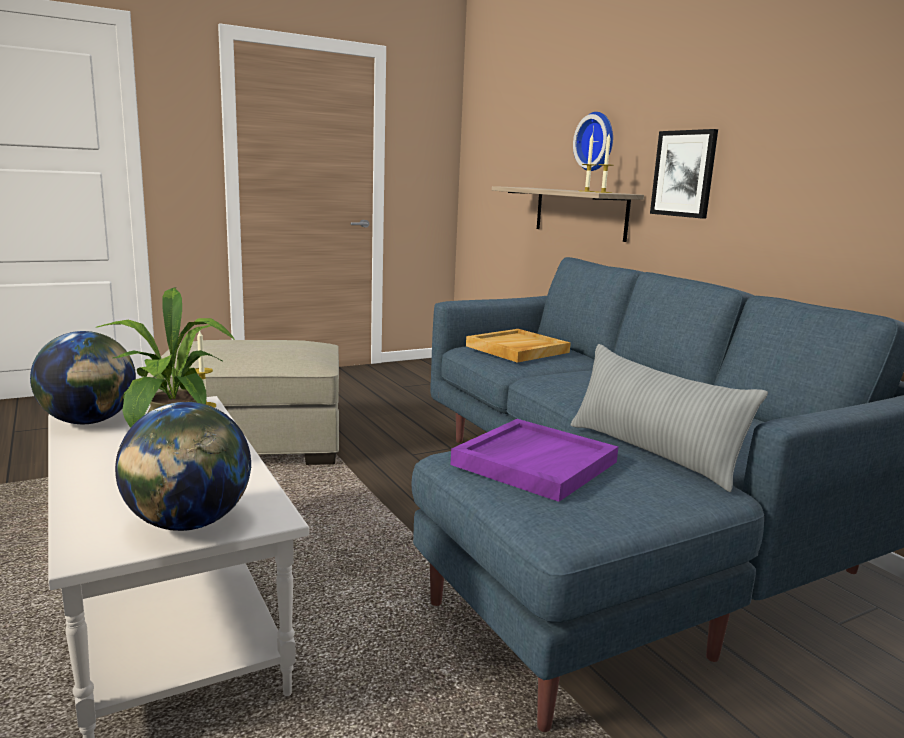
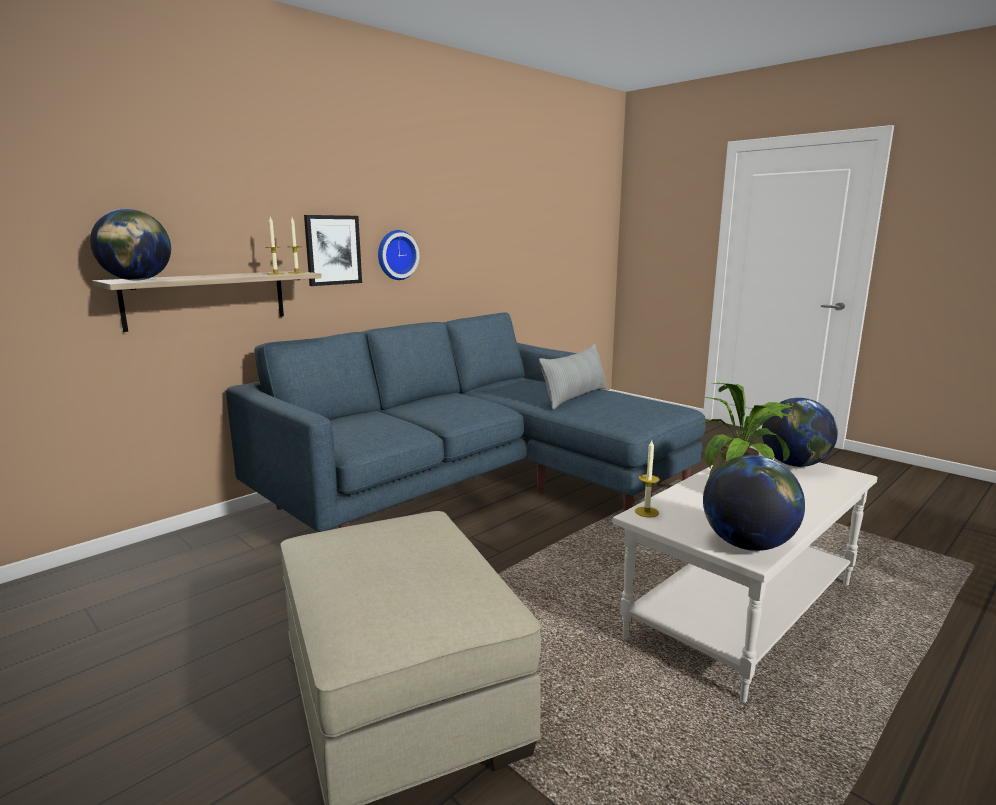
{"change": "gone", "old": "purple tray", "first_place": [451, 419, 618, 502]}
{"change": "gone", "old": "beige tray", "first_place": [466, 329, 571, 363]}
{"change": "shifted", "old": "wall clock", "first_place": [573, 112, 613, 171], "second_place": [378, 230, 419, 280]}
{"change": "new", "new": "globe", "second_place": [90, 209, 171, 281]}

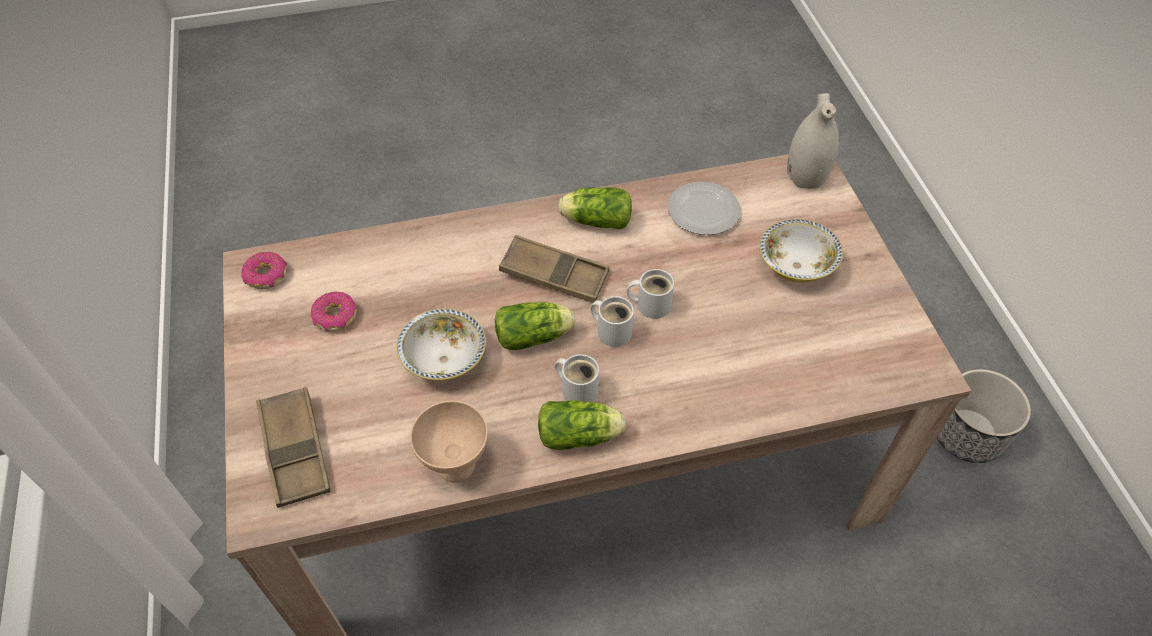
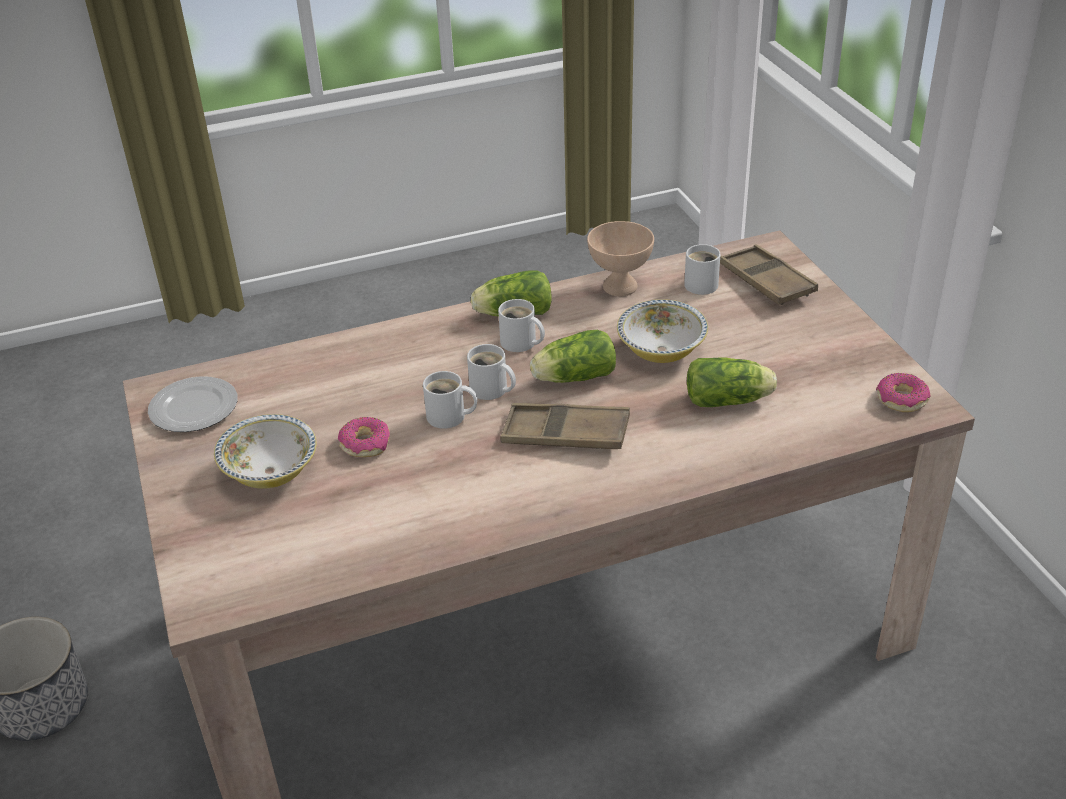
{"change": "shifted", "old": "donut", "first_place": [311, 292, 357, 331], "second_place": [338, 417, 390, 457]}
{"change": "shifted", "old": "lettuce", "first_place": [558, 187, 632, 229], "second_place": [687, 358, 777, 407]}
{"change": "shifted", "old": "plate", "first_place": [668, 182, 741, 235], "second_place": [148, 376, 238, 432]}
{"change": "gone", "old": "white vase", "first_place": [787, 93, 839, 189]}
{"change": "new", "new": "white mug", "second_place": [684, 244, 721, 295]}

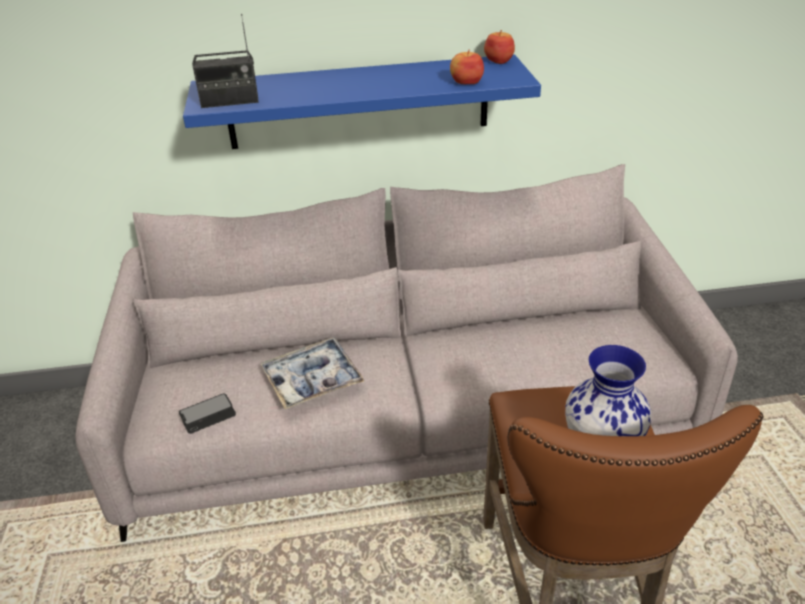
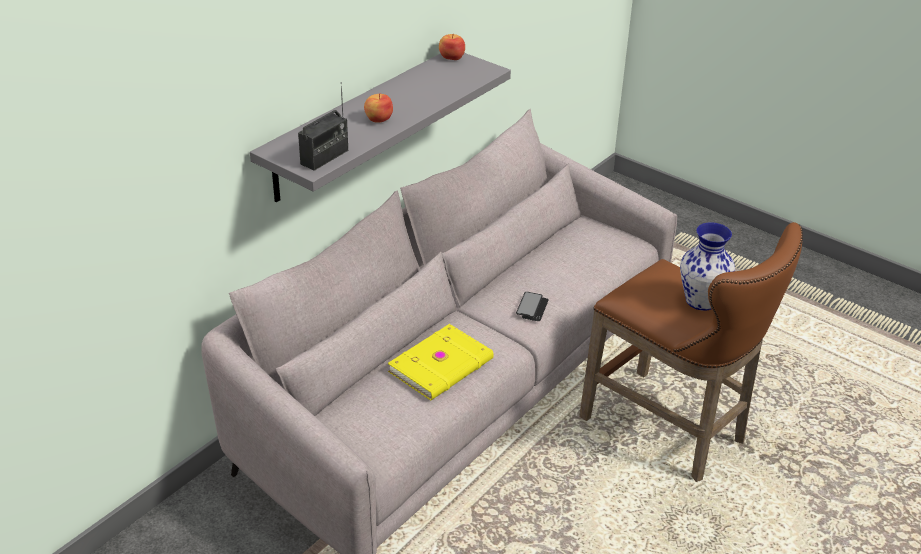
{"change": "shifted", "old": "phone", "first_place": [179, 393, 236, 434], "second_place": [516, 292, 549, 321]}
{"change": "repainted", "old": "blue shelf", "new": "grey shelf", "first_place": [183, 55, 541, 149], "second_place": [250, 53, 511, 202]}
{"change": "swapped", "old": "tray", "new": "yellow book", "first_place": [261, 337, 364, 409], "second_place": [388, 324, 494, 400]}
{"change": "shifted", "old": "apple", "first_place": [450, 49, 484, 84], "second_place": [364, 93, 393, 123]}

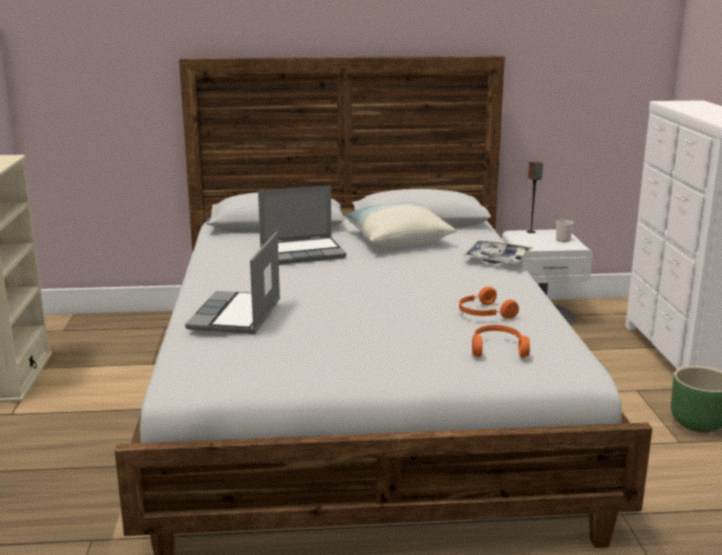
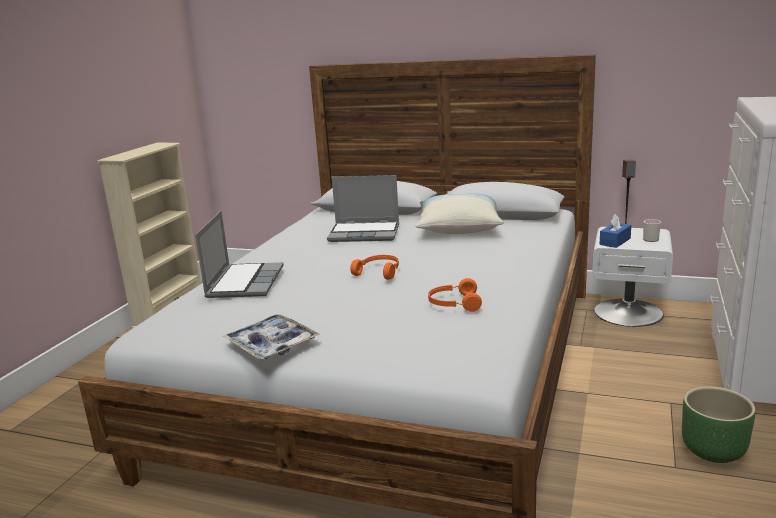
{"change": "rotated", "old": "laptop", "first_place": [185, 232, 280, 334], "second_place": [195, 211, 284, 298], "degrees": 150}
{"change": "shifted", "old": "tray", "first_place": [463, 241, 532, 264], "second_place": [223, 314, 320, 359]}
{"change": "shifted", "old": "orange headphones", "first_place": [472, 325, 530, 358], "second_place": [350, 255, 399, 280]}
{"change": "new", "new": "blue tissue box", "second_place": [599, 214, 631, 248]}

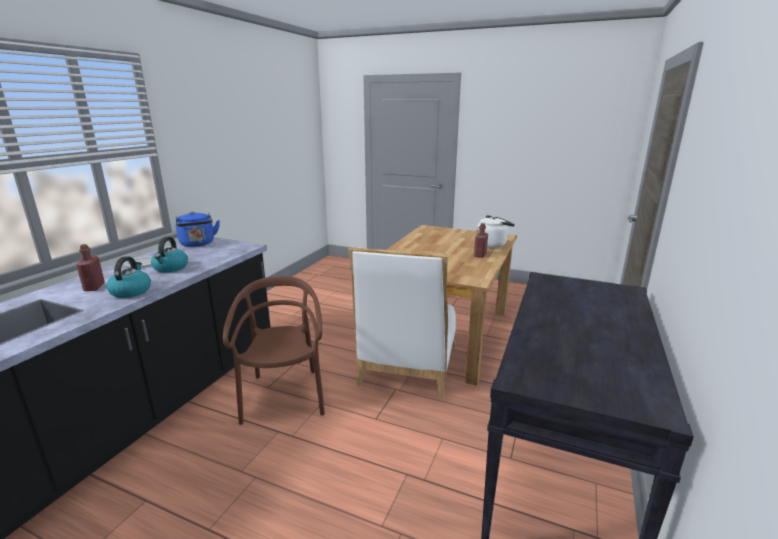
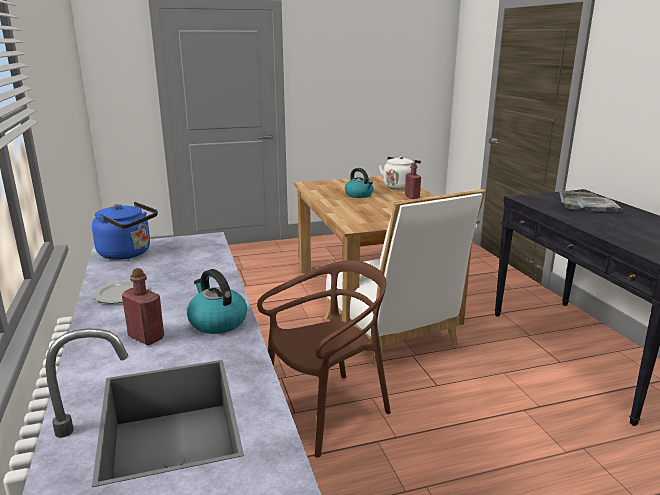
{"change": "shifted", "old": "kettle", "first_place": [151, 237, 188, 273], "second_place": [345, 168, 373, 198]}
{"change": "rotated", "old": "brown chair", "first_place": [223, 276, 325, 425], "second_place": [257, 260, 391, 458], "degrees": 105}
{"change": "new", "new": "grey tray", "second_place": [559, 190, 623, 212]}

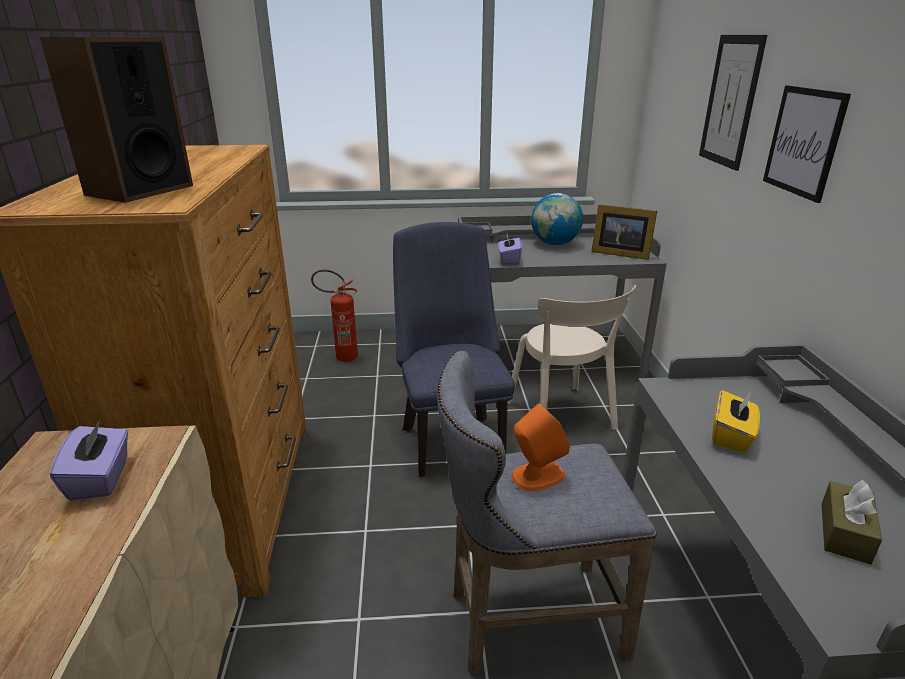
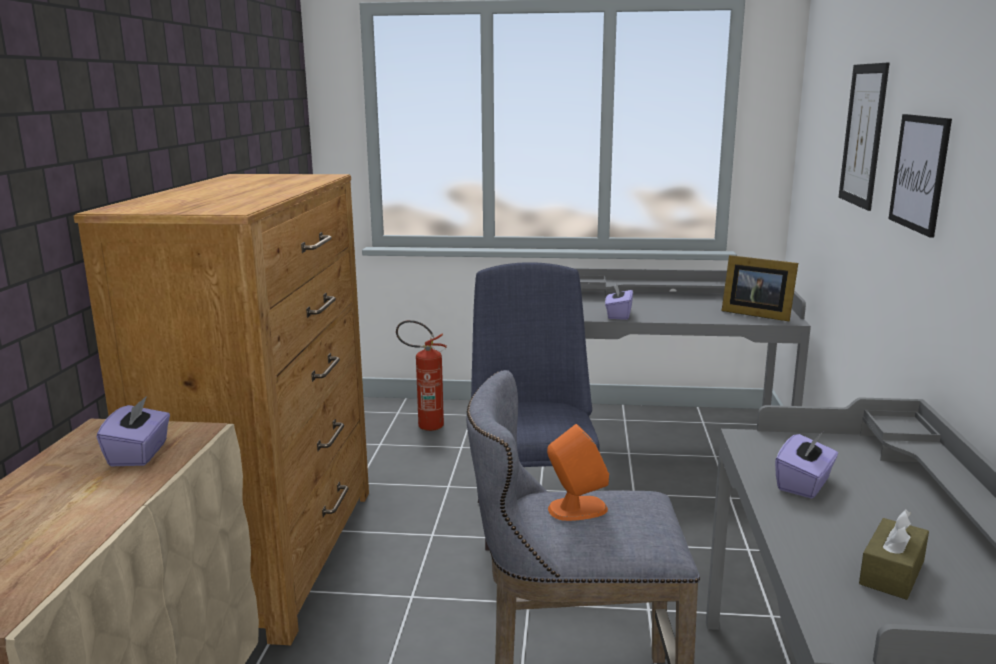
{"change": "gone", "old": "speaker", "first_place": [40, 37, 193, 203]}
{"change": "gone", "old": "beige chair", "first_place": [508, 285, 636, 430]}
{"change": "gone", "old": "globe", "first_place": [531, 193, 583, 245]}
{"change": "repainted", "old": "yellow tissue box", "new": "purple tissue box", "first_place": [713, 390, 760, 452], "second_place": [775, 432, 838, 499]}

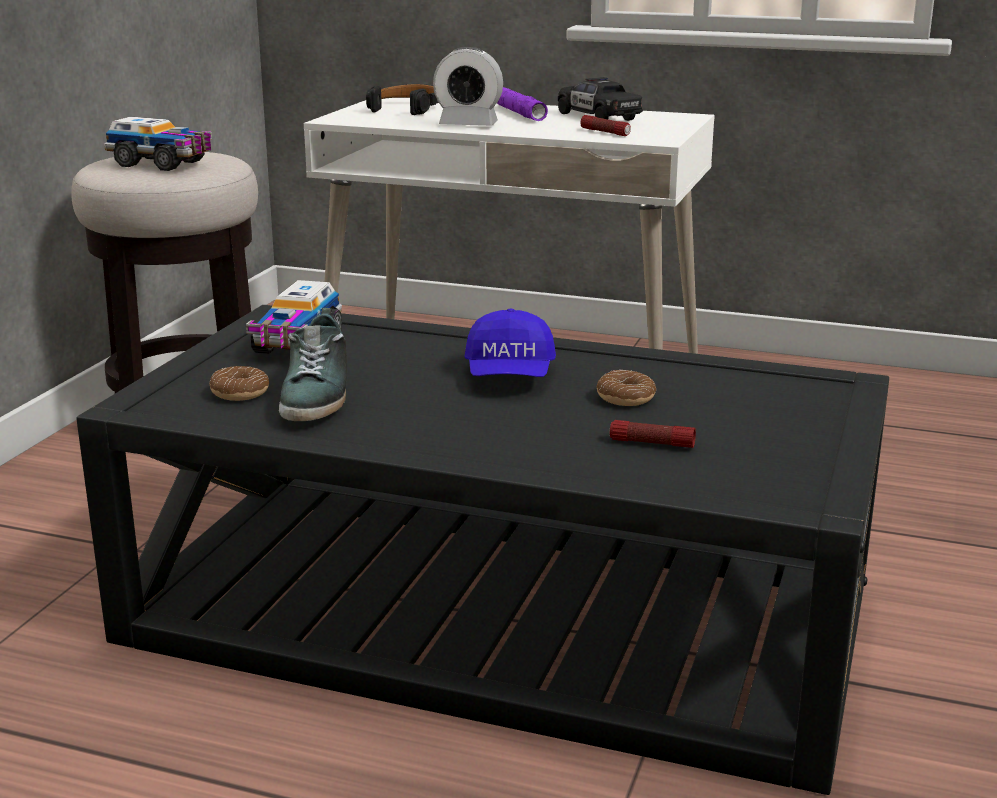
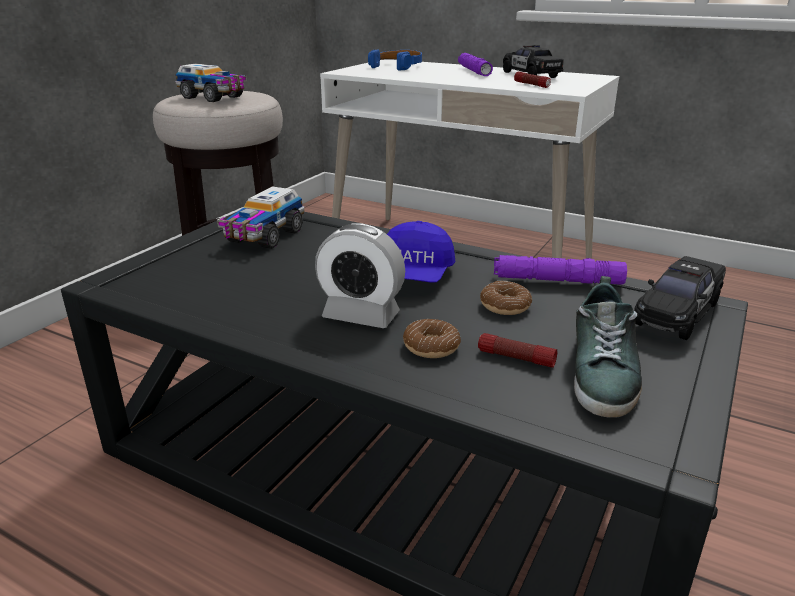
{"change": "shifted", "old": "donut", "first_place": [209, 366, 269, 401], "second_place": [403, 319, 461, 358]}
{"change": "shifted", "old": "shoe", "first_place": [279, 308, 347, 421], "second_place": [574, 276, 642, 418]}
{"change": "repainted", "old": "black headphones", "new": "blue headphones", "first_place": [366, 84, 439, 115], "second_place": [368, 49, 422, 71]}
{"change": "shifted", "old": "alarm clock", "first_place": [433, 47, 503, 126], "second_place": [315, 224, 405, 328]}
{"change": "new", "new": "purple flashlight", "second_place": [494, 255, 627, 284]}
{"change": "new", "new": "black toy car", "second_place": [634, 256, 726, 340]}

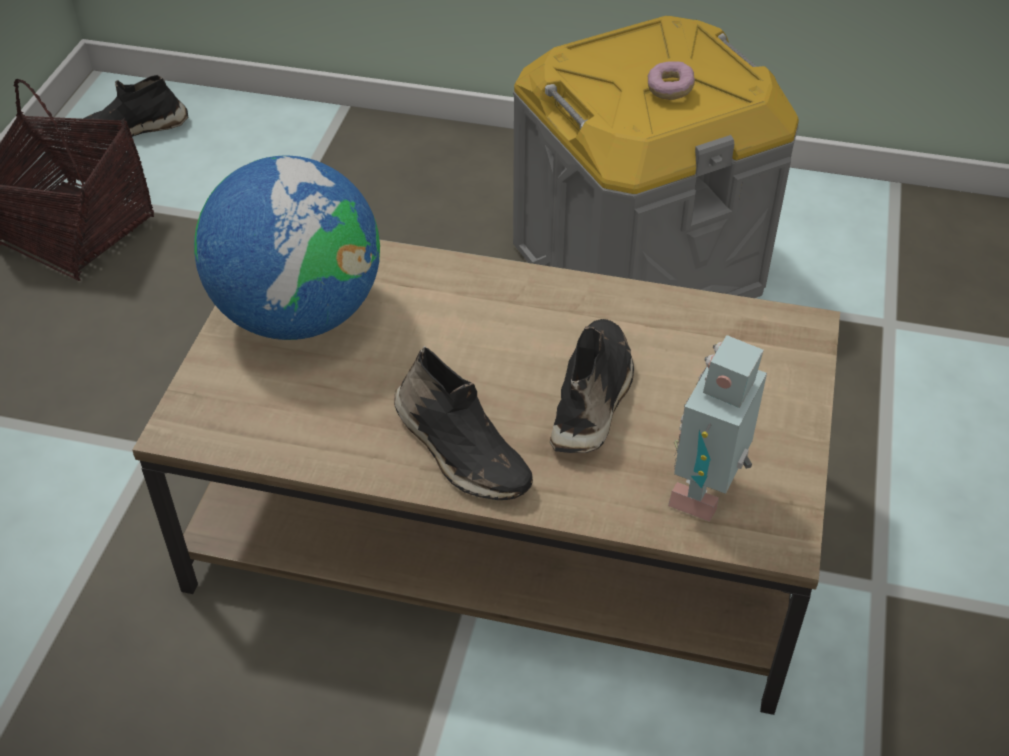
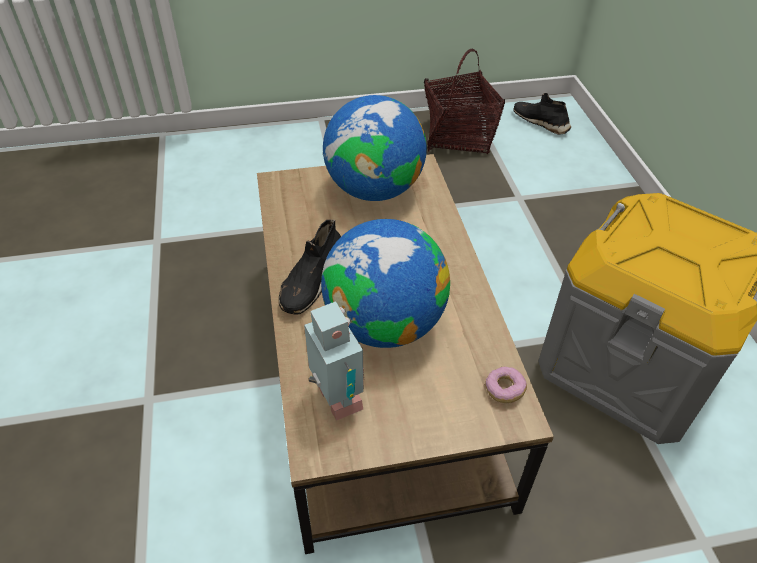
{"change": "swapped", "old": "black shoe", "new": "globe", "first_place": [550, 319, 634, 453], "second_place": [321, 219, 450, 348]}
{"change": "shifted", "old": "donut", "first_place": [648, 61, 695, 100], "second_place": [485, 367, 527, 403]}
{"change": "rotated", "old": "toy robot", "first_place": [668, 335, 767, 522], "second_place": [304, 301, 364, 421], "degrees": 60}

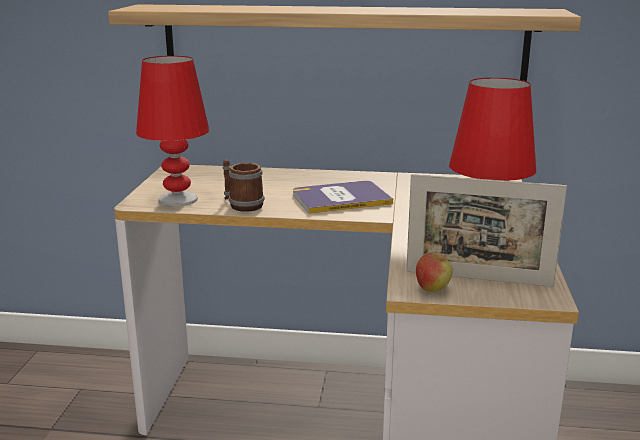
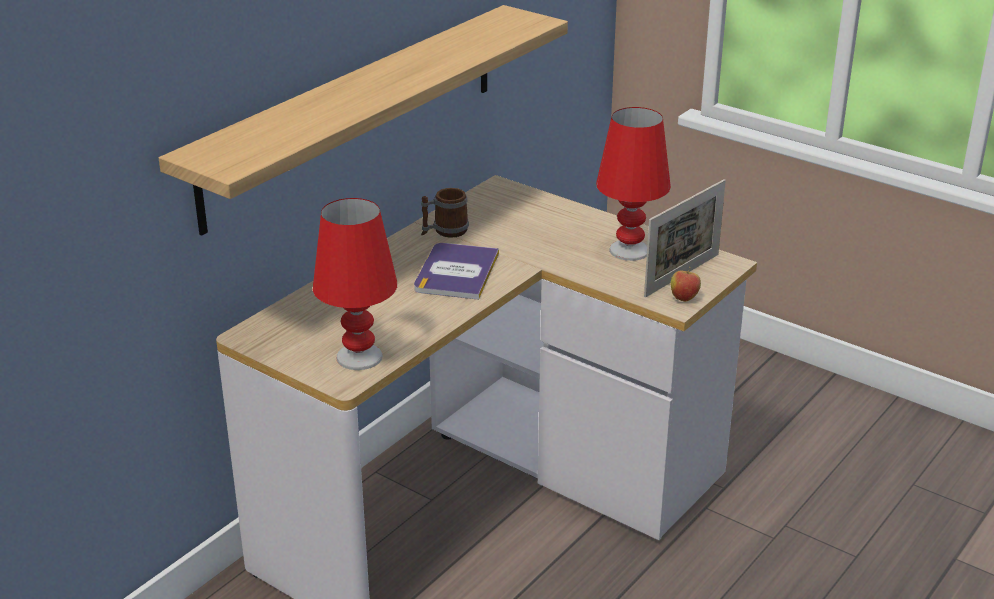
{"change": "shifted", "old": "mug", "first_place": [223, 160, 264, 212], "second_place": [421, 188, 469, 238]}

